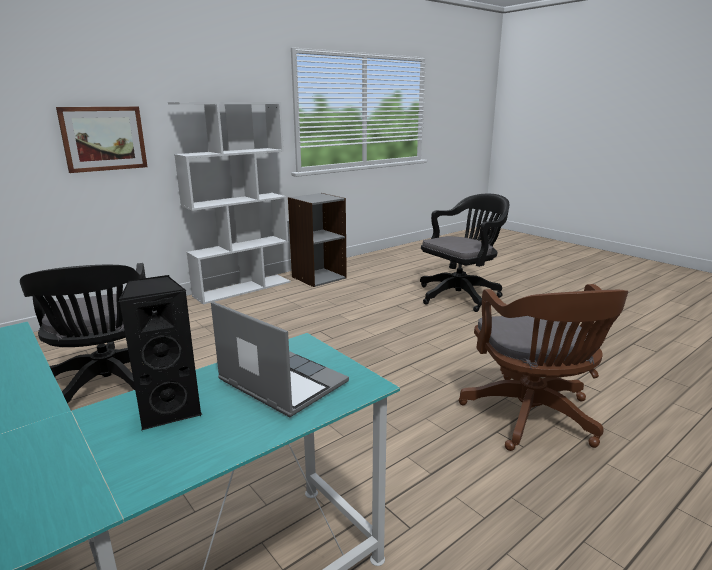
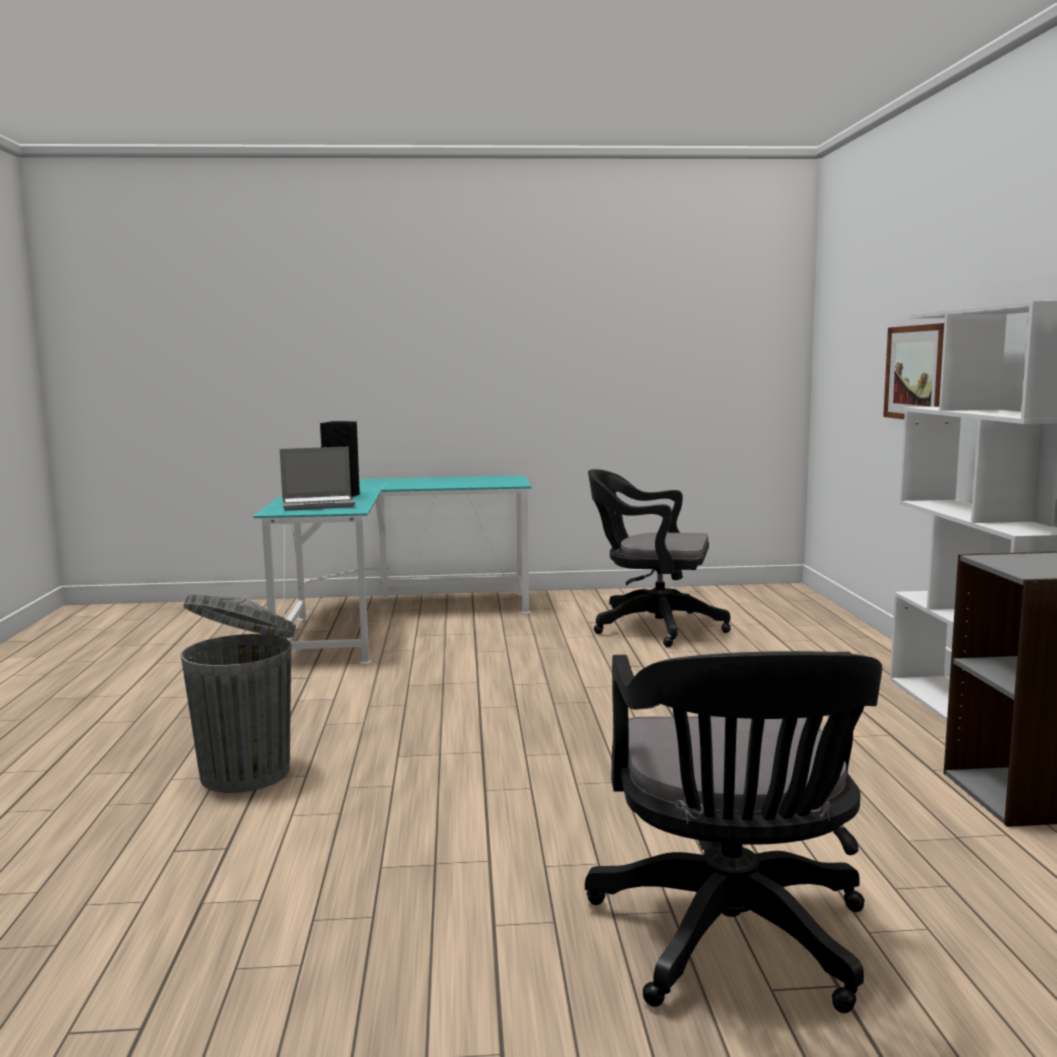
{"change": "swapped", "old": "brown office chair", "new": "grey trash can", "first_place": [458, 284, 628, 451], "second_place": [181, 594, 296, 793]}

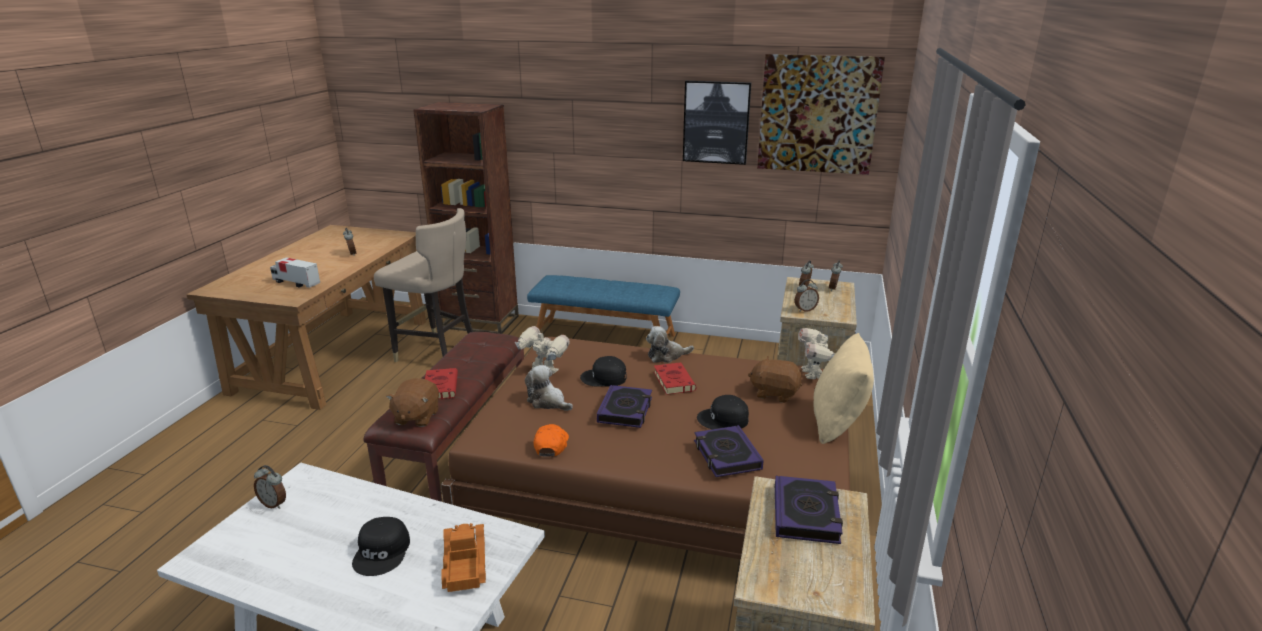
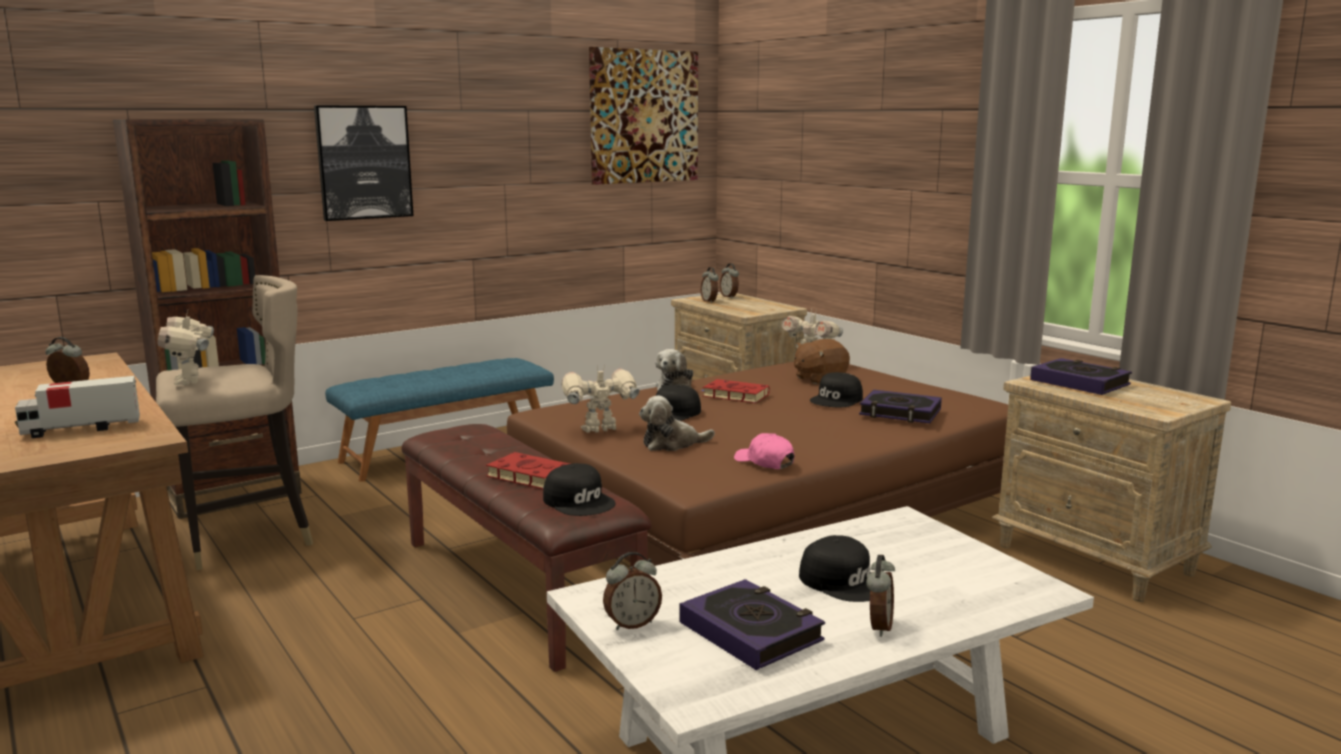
{"change": "swapped", "old": "brown plush toy", "new": "black cap", "first_place": [386, 378, 439, 427], "second_place": [543, 463, 616, 516]}
{"change": "gone", "old": "toy truck", "first_place": [441, 523, 486, 592]}
{"change": "repainted", "old": "orange cap", "new": "pink cap", "first_place": [534, 424, 569, 457], "second_place": [734, 433, 795, 469]}
{"change": "shifted", "old": "book", "first_place": [597, 385, 652, 428], "second_place": [680, 579, 825, 670]}
{"change": "shifted", "old": "picture", "first_place": [683, 81, 751, 165], "second_place": [314, 105, 413, 221]}
{"change": "shifted", "old": "alarm clock", "first_place": [795, 280, 819, 312], "second_place": [866, 555, 895, 637]}
{"change": "gone", "old": "beige pillow", "first_place": [814, 333, 874, 444]}
{"change": "new", "new": "toy robot", "second_place": [157, 311, 214, 385]}

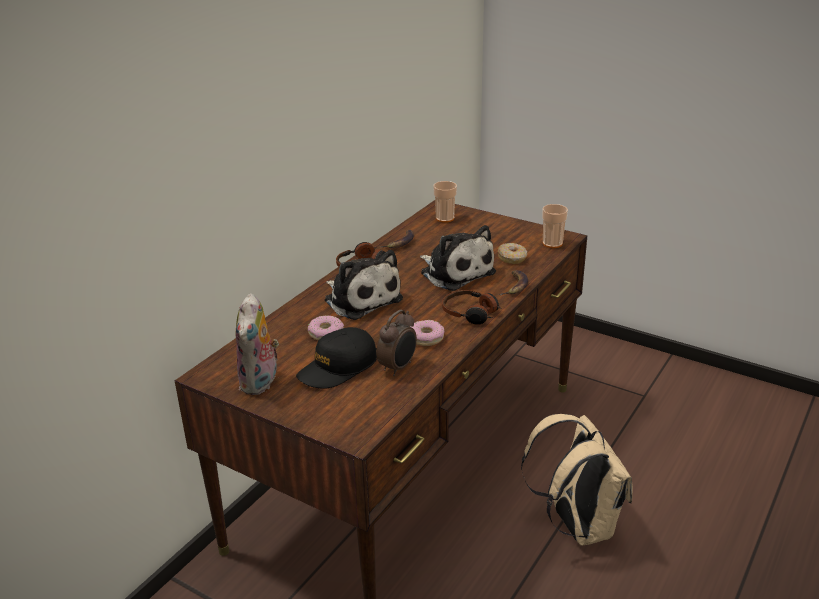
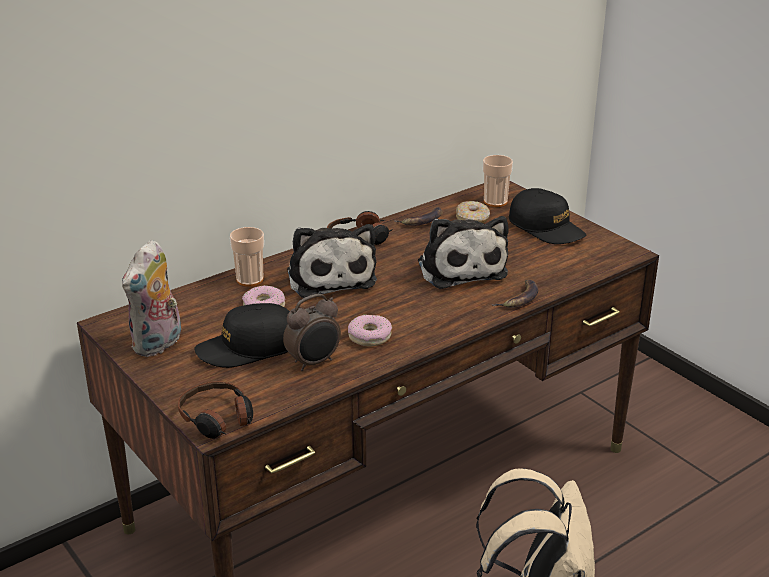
{"change": "shifted", "old": "headphones", "first_place": [442, 290, 502, 325], "second_place": [178, 381, 253, 439]}
{"change": "shifted", "old": "donut", "first_place": [498, 243, 527, 264], "second_place": [456, 201, 490, 223]}
{"change": "shifted", "old": "cup", "first_place": [542, 204, 568, 248], "second_place": [230, 227, 264, 287]}
{"change": "new", "new": "black cap", "second_place": [509, 188, 586, 244]}

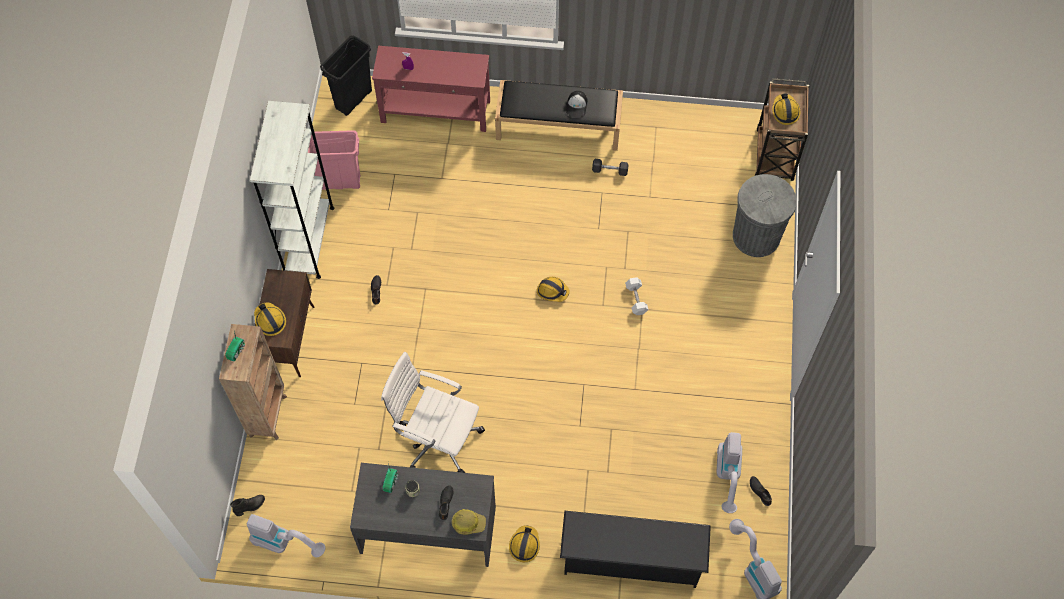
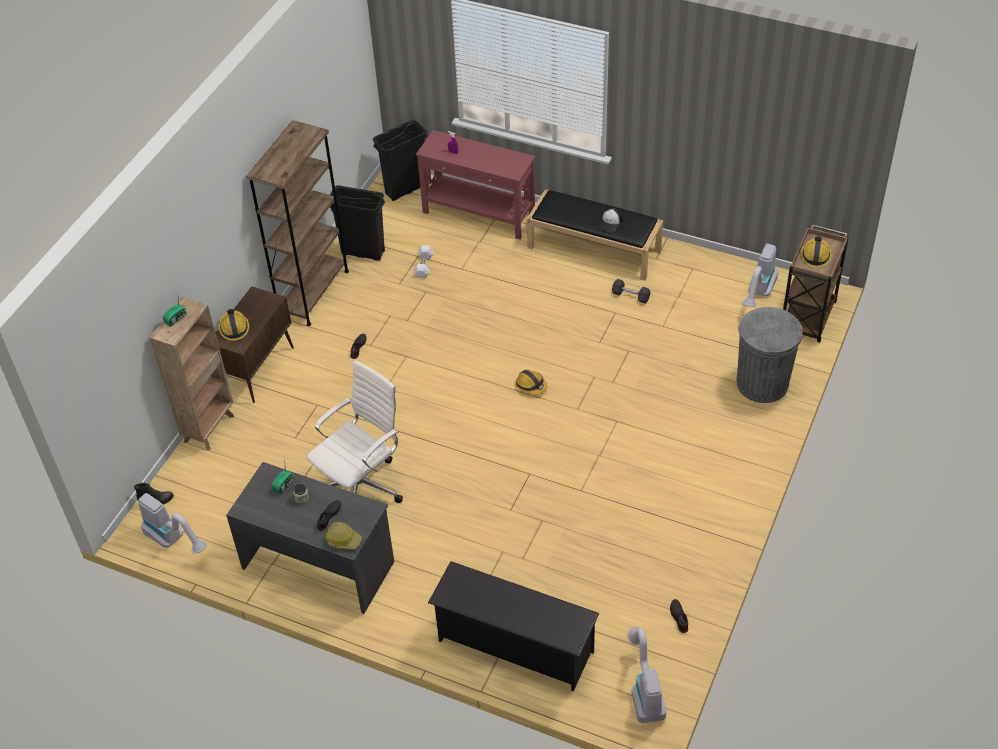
{"change": "repainted", "old": "white bookcase", "new": "brown bookcase", "first_place": [250, 101, 334, 279], "second_place": [246, 120, 349, 326]}
{"change": "repainted", "old": "pink trash can", "new": "black trash can", "first_place": [308, 130, 361, 190], "second_place": [330, 185, 385, 261]}
{"change": "rotated", "old": "white office chair", "first_place": [381, 352, 485, 473], "second_place": [306, 360, 403, 503], "degrees": 90}
{"change": "gone", "old": "hard hat", "first_place": [509, 525, 540, 562]}
{"change": "shifted", "old": "white dumbbell", "first_place": [625, 277, 649, 315], "second_place": [413, 245, 434, 278]}
{"change": "shifted", "old": "vacuum cleaner", "first_place": [716, 432, 742, 513], "second_place": [742, 244, 778, 307]}

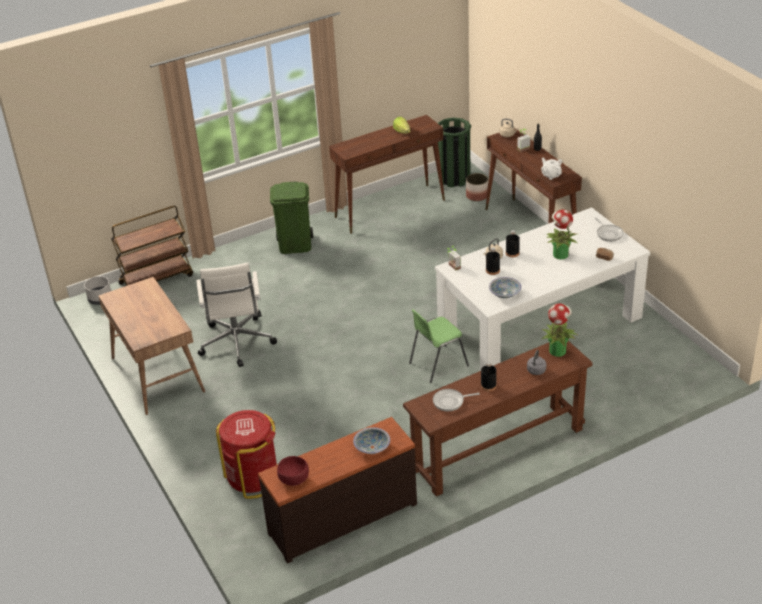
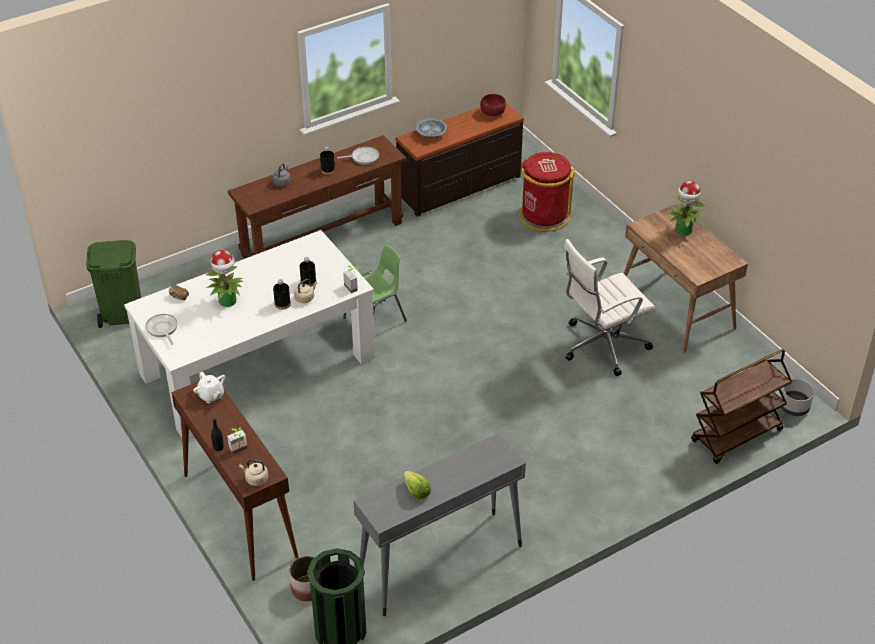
{"change": "rotated", "old": "white office chair", "first_place": [196, 263, 277, 367], "second_place": [564, 239, 655, 376], "degrees": -105}
{"change": "shifted", "old": "green trash can", "first_place": [270, 181, 313, 254], "second_place": [86, 240, 141, 328]}
{"change": "repainted", "old": "brown console table", "new": "grey console table", "first_place": [329, 115, 445, 234], "second_place": [353, 433, 526, 616]}
{"change": "gone", "old": "bowl", "first_place": [489, 277, 522, 298]}
{"change": "shifted", "old": "potted plant", "first_place": [542, 303, 577, 357], "second_place": [666, 181, 705, 236]}

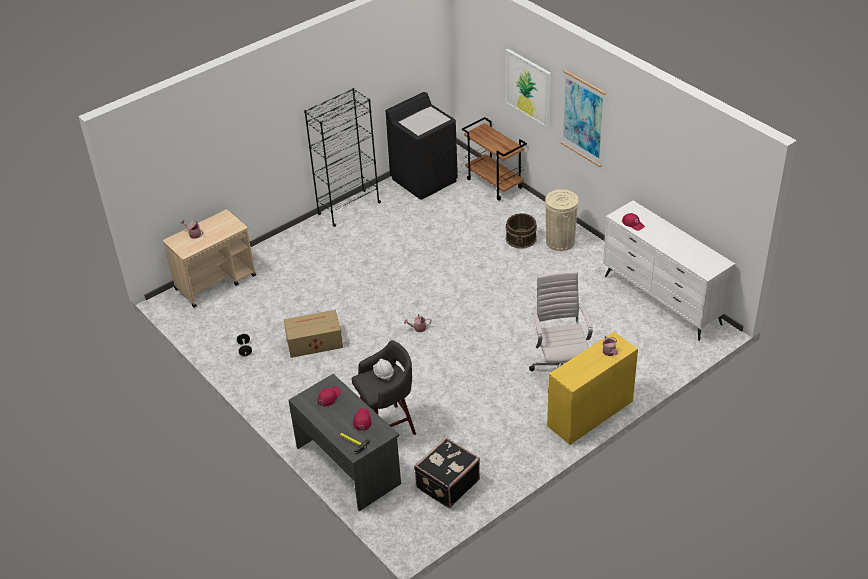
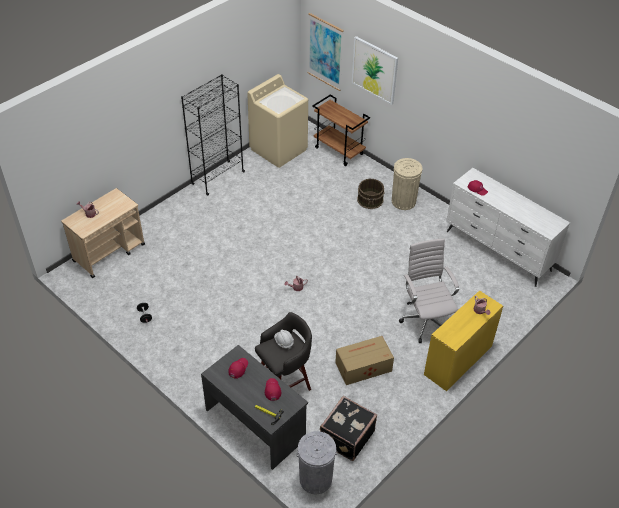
{"change": "shifted", "old": "cardboard box", "first_place": [283, 310, 343, 358], "second_place": [335, 336, 394, 385]}
{"change": "repainted", "old": "black washing machine", "new": "beige washing machine", "first_place": [386, 92, 458, 200], "second_place": [247, 74, 308, 168]}
{"change": "shifted", "old": "picture", "first_place": [561, 70, 606, 167], "second_place": [307, 13, 344, 91]}
{"change": "new", "new": "grey trash can", "second_place": [297, 431, 337, 494]}

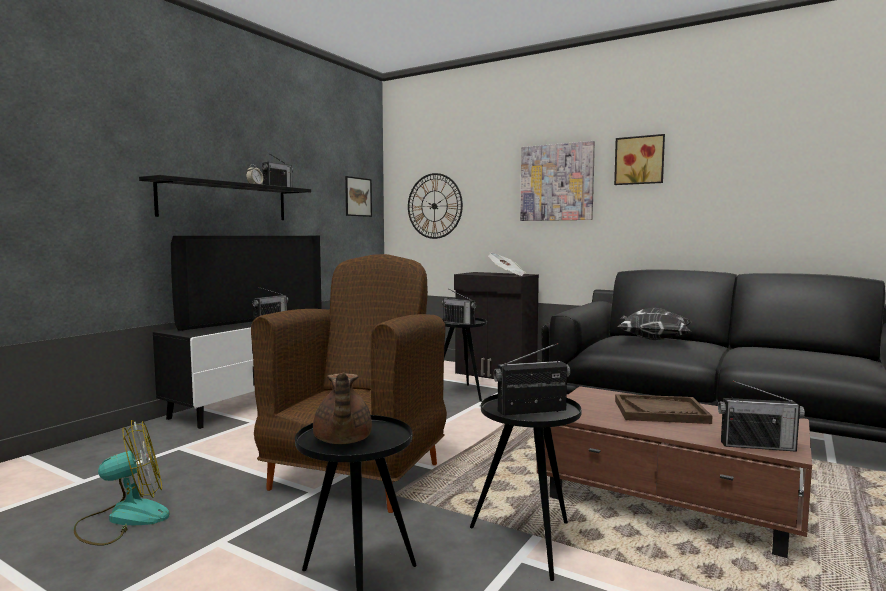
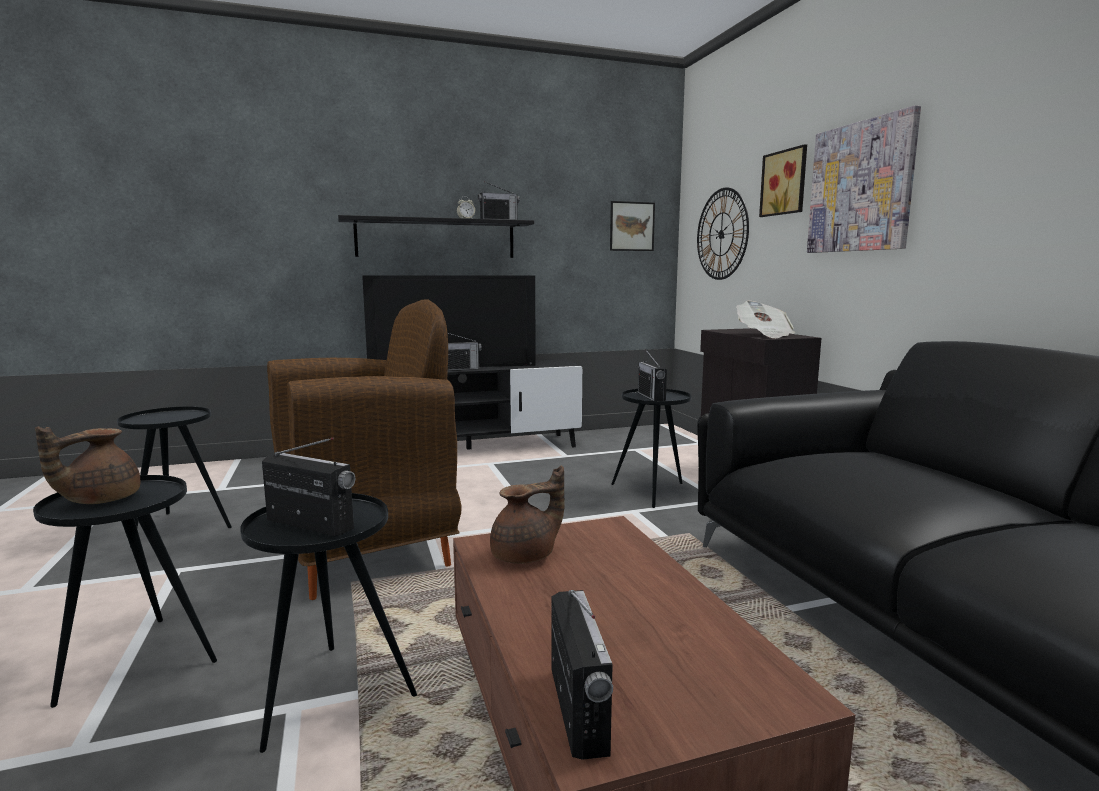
{"change": "swapped", "old": "fan", "new": "black side table", "first_place": [74, 420, 170, 546], "second_place": [117, 407, 232, 548]}
{"change": "shifted", "old": "picture", "first_place": [614, 134, 665, 185], "second_place": [759, 144, 807, 217]}
{"change": "gone", "old": "brown tray", "first_place": [615, 394, 712, 424]}
{"change": "gone", "old": "pillow", "first_place": [617, 307, 692, 340]}
{"change": "rotated", "old": "radio", "first_place": [718, 381, 805, 452], "second_place": [552, 590, 613, 760], "degrees": -150}
{"change": "new", "new": "brown teapot", "second_place": [490, 466, 565, 564]}

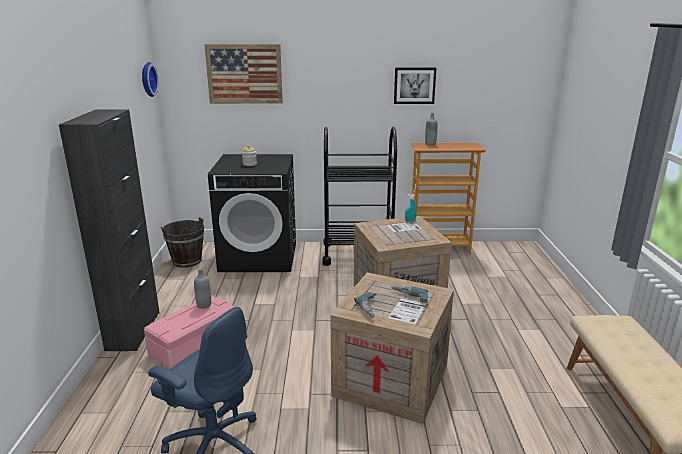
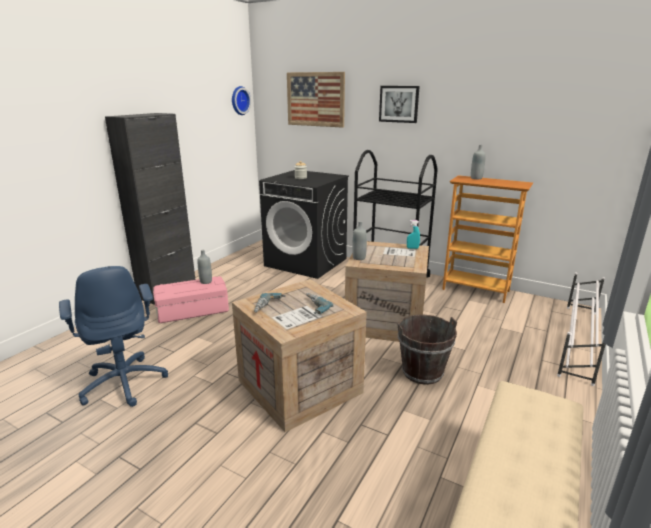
{"change": "shifted", "old": "brown bucket", "first_place": [161, 217, 205, 267], "second_place": [397, 314, 457, 385]}
{"change": "shifted", "old": "picture", "first_place": [394, 68, 436, 104], "second_place": [379, 86, 420, 123]}
{"change": "new", "new": "grey bottle", "second_place": [352, 221, 367, 260]}
{"change": "new", "new": "white shoe rack", "second_place": [557, 272, 606, 386]}

